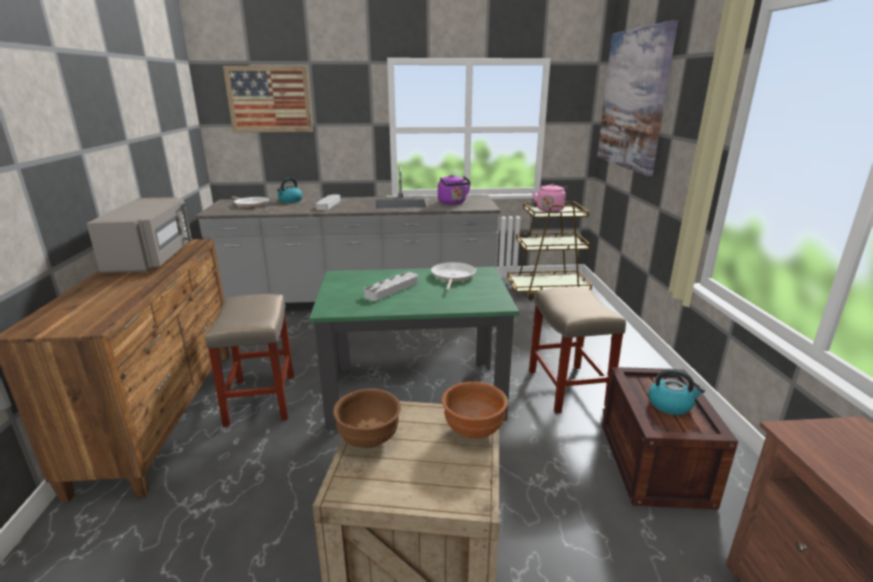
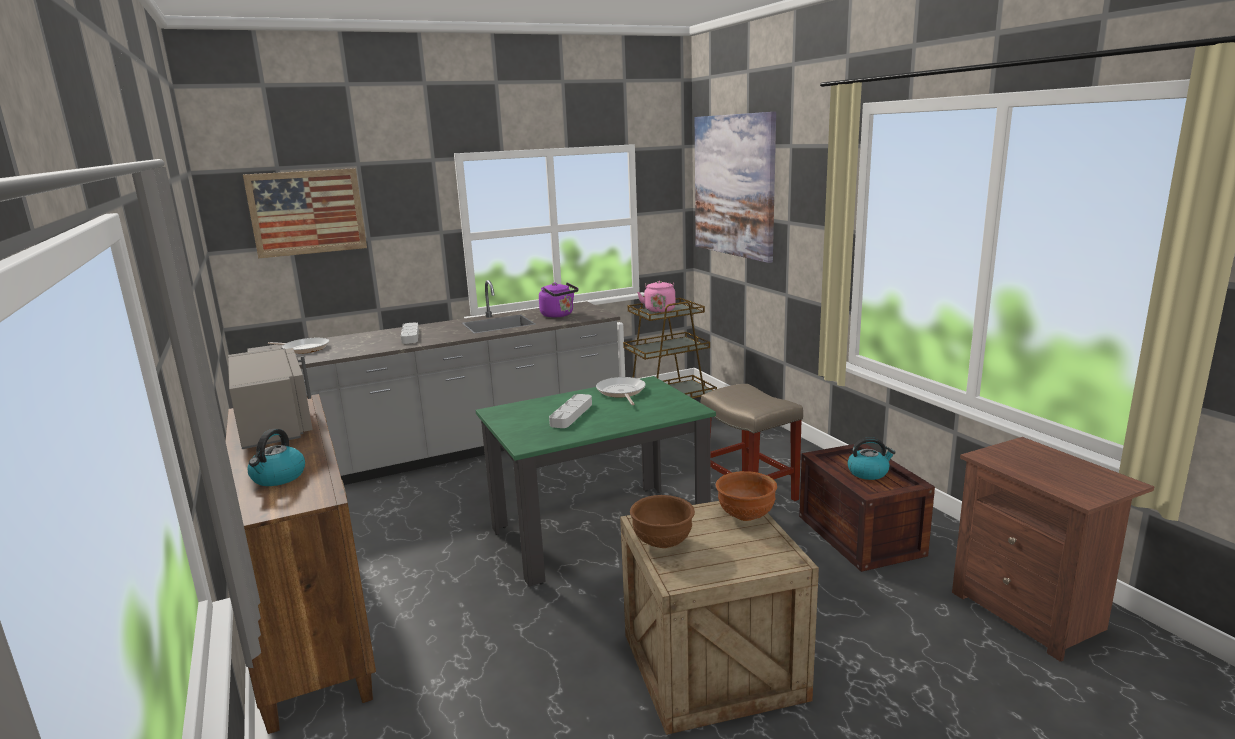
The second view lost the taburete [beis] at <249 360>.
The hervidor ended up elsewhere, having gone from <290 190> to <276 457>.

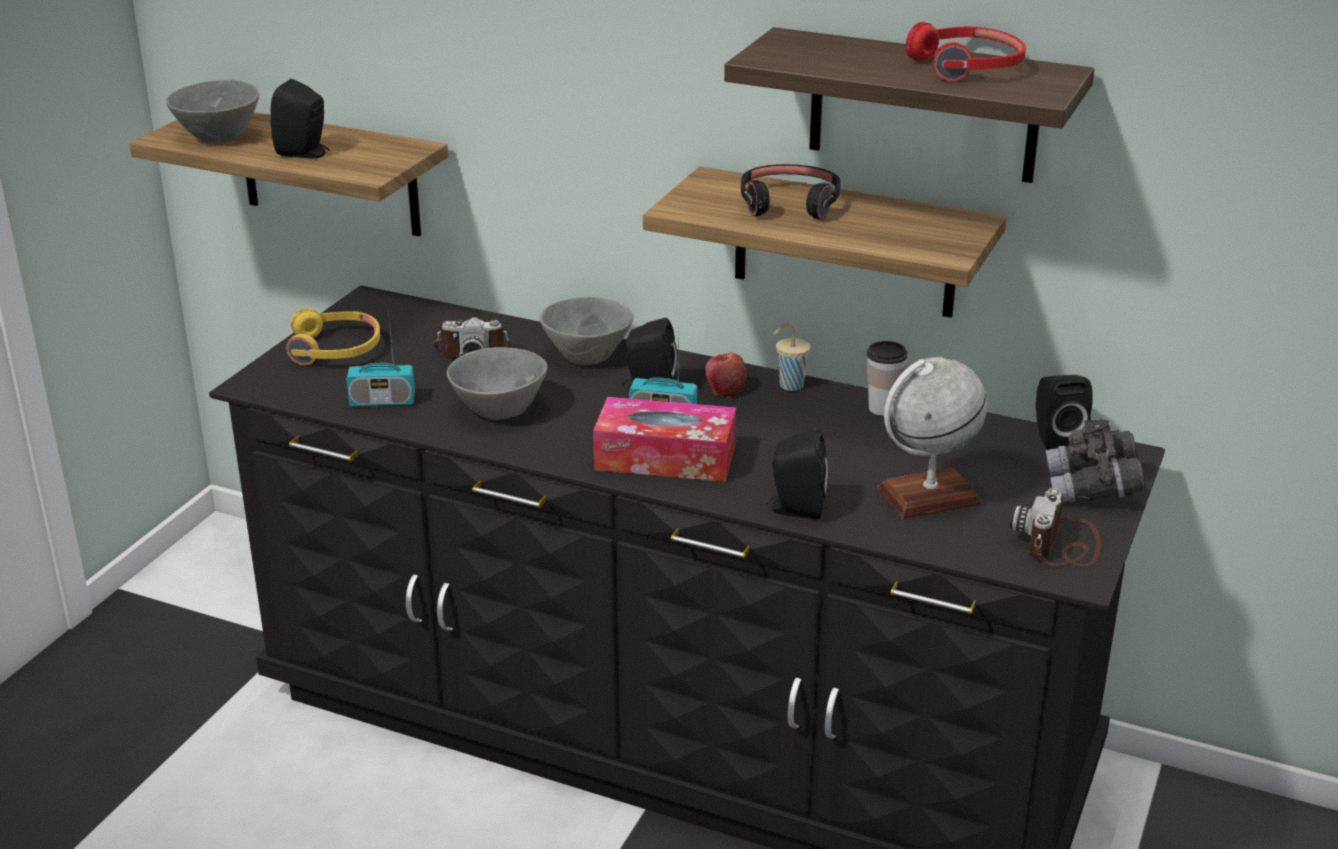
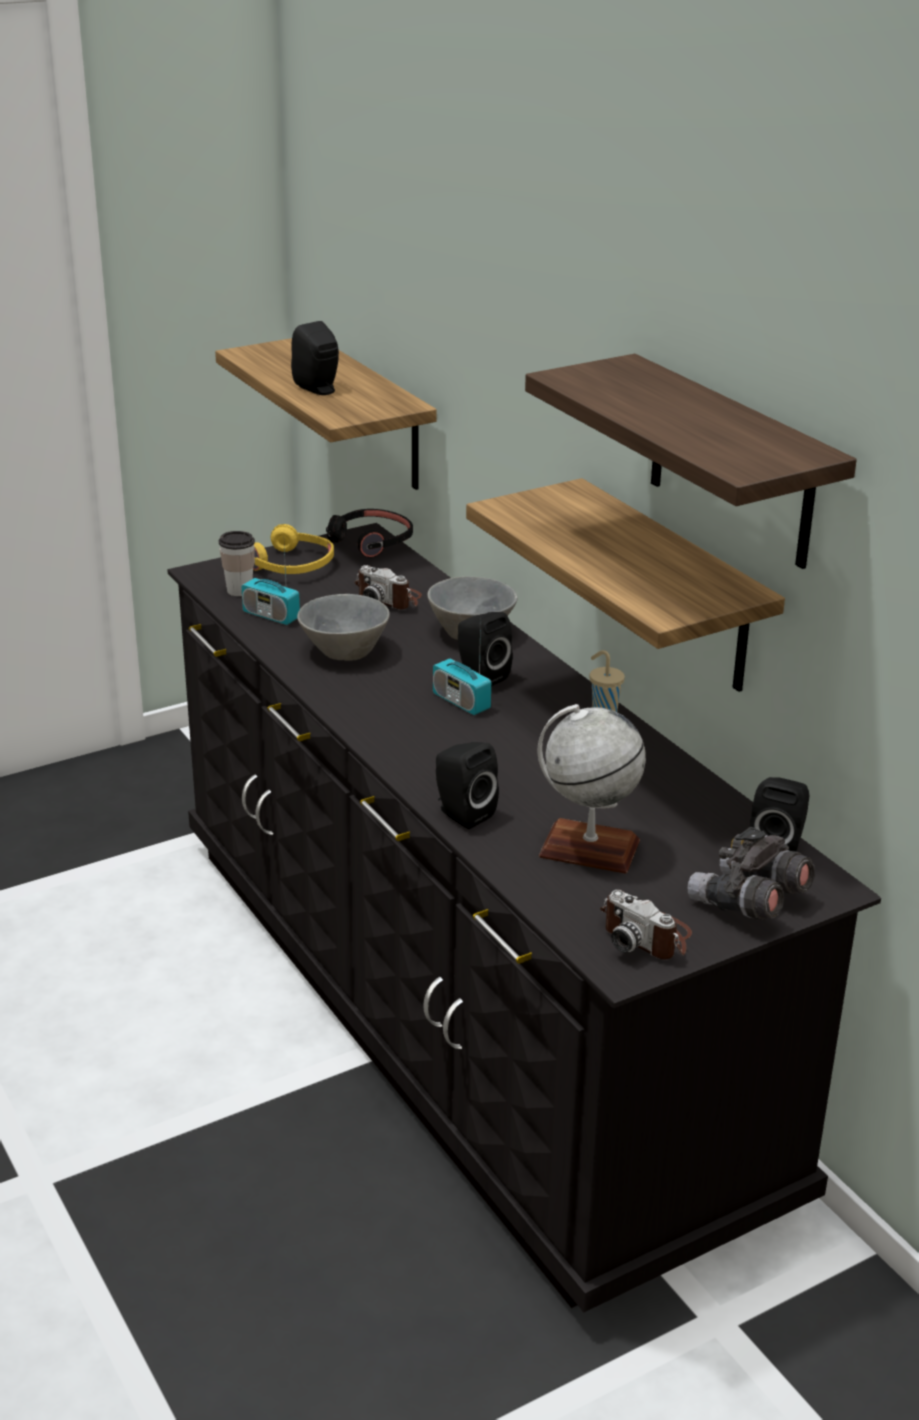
The second view lost the cuenco [gris] at <212 111>.
The second view lost the caja de pañuelos at <664 439>.
The second view lost the manzana at <726 375>.
The second view lost the auriculares [rojo] at <966 52>.
The auriculares [negro] ended up elsewhere, having gone from <790 191> to <369 533>.
The taza ended up elsewhere, having gone from <887 378> to <237 563>.
The cámara at <1055 527> ended up facing another way, 105 degrees counterclockwise from before.

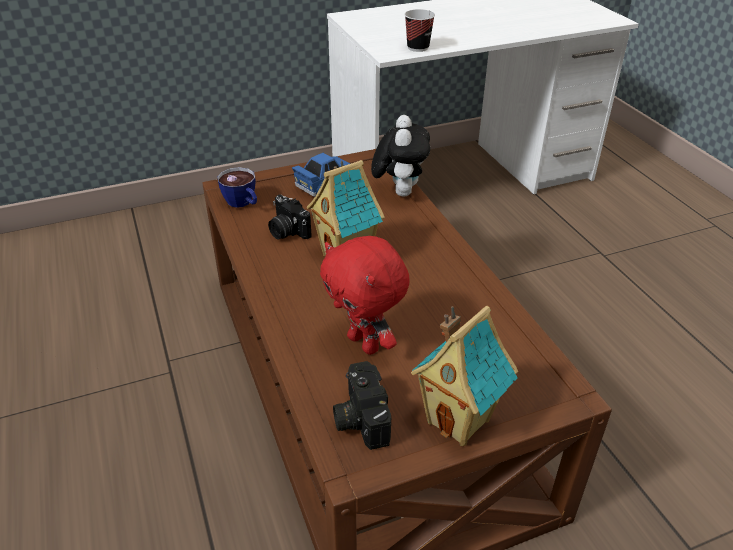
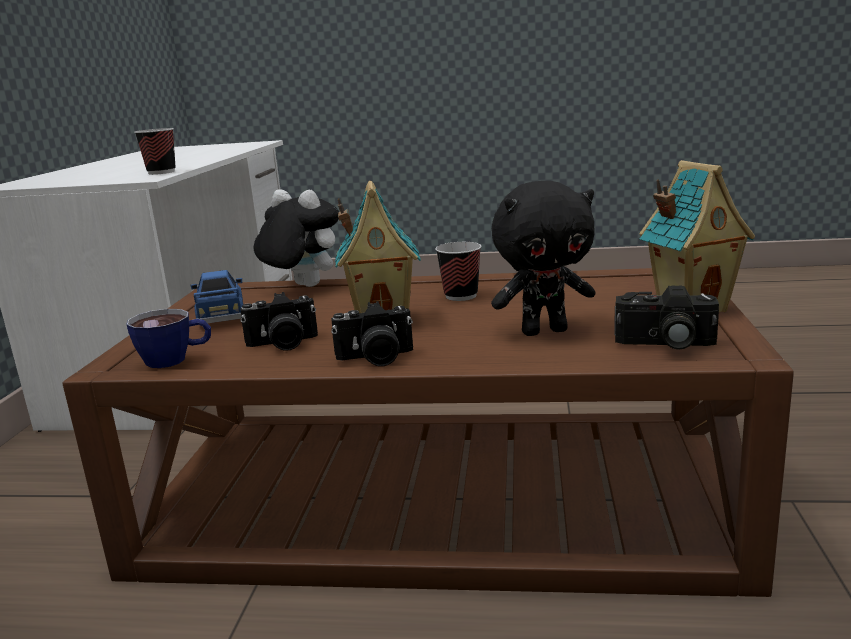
The second view gained the cámara at <372 333>.
The second view gained the taza at <458 271>.
What was the peluche [rojo] at <365 295> turned into the peluche [negro] at <543 258>.

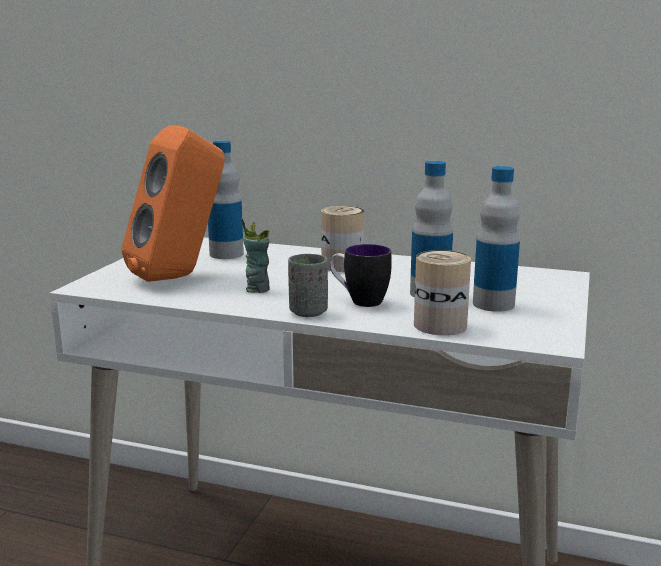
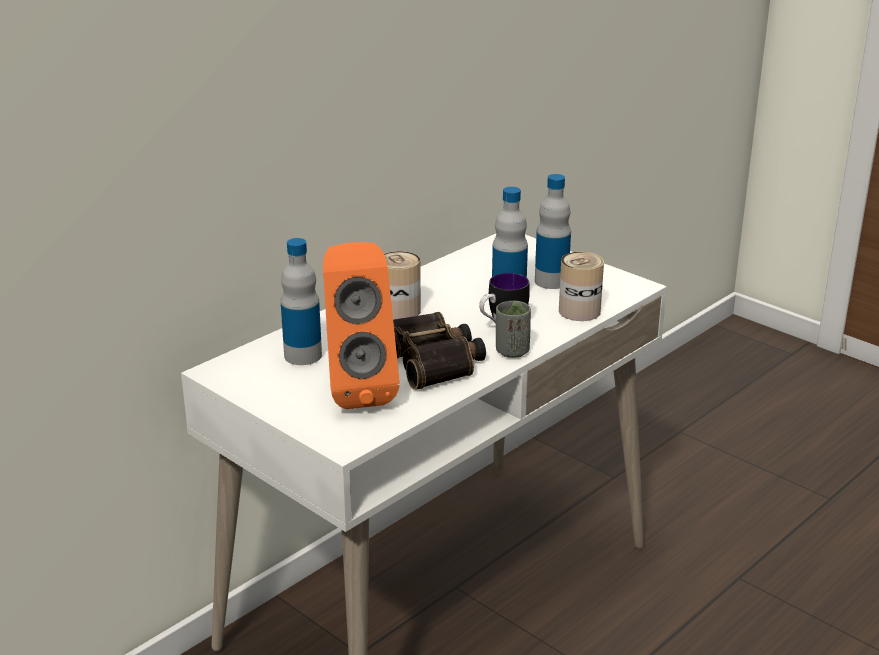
Where the taza stood at <255 255>, the prismáticos came to stand at <439 351>.

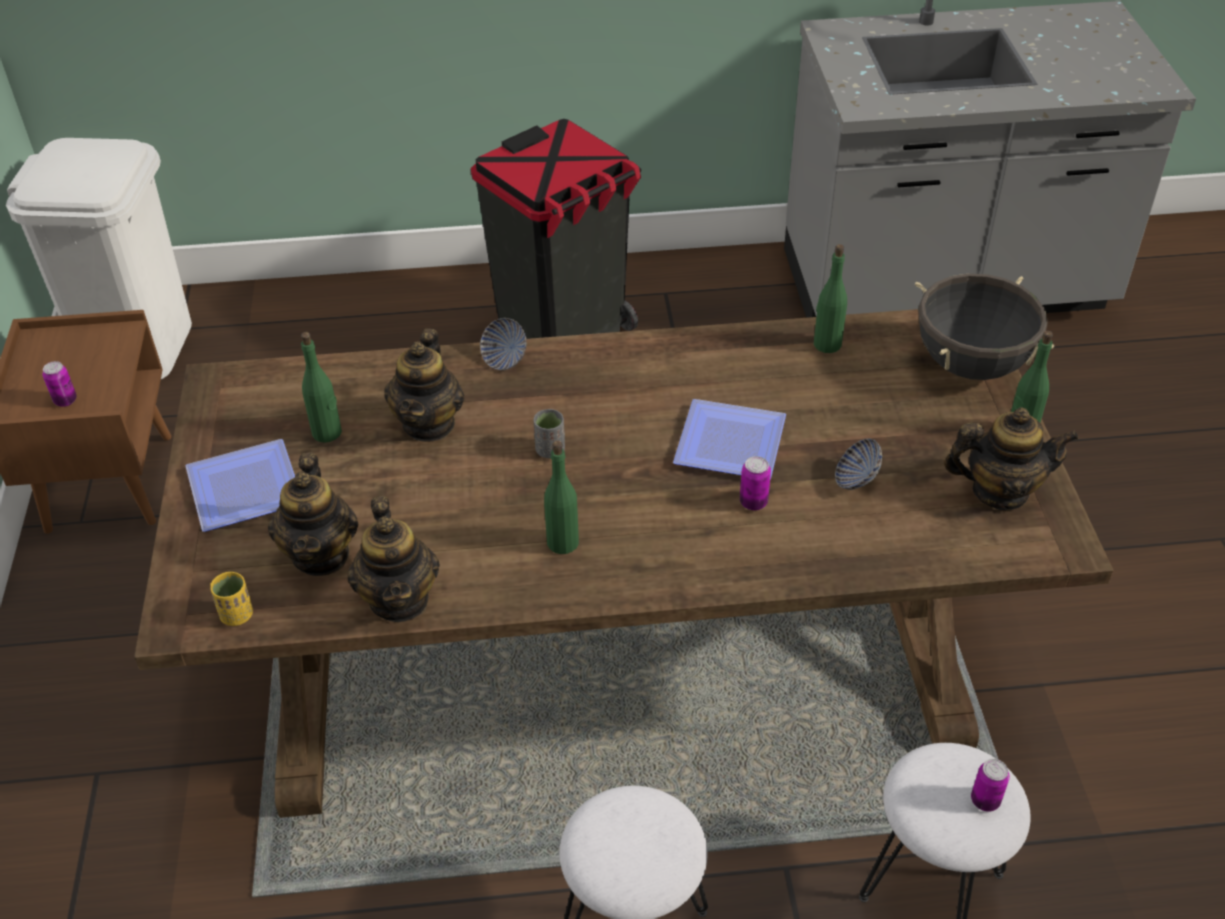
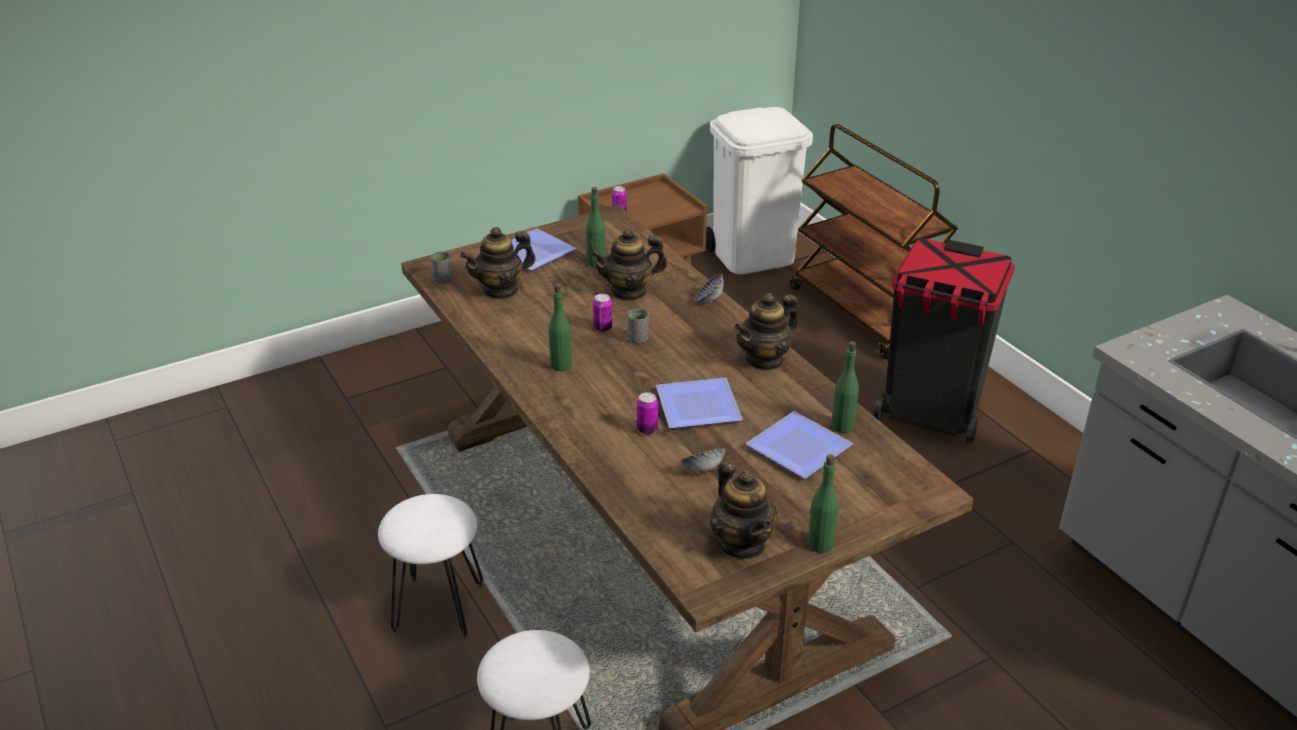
The second view lost the olla [negro] at <984 327>.
The second view gained the plato at <799 445>.
The second view gained the carrito [marrón] at <874 241>.
The tetera ended up elsewhere, having gone from <393 559> to <766 332>.
The lata ended up elsewhere, having gone from <990 785> to <602 313>.
What was the taza [amarillo] at <231 599> turned into the taza [gris] at <442 267>.

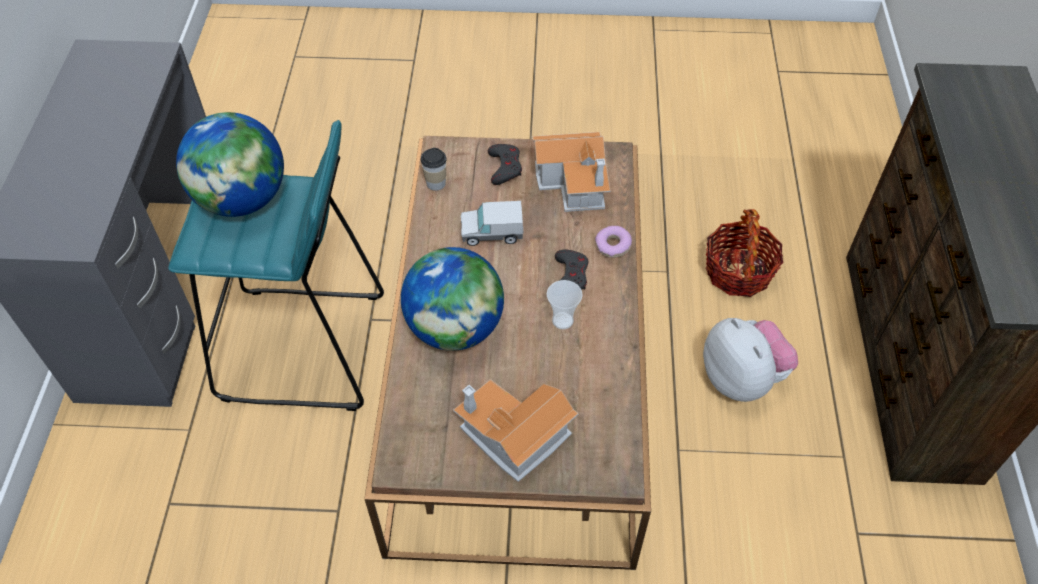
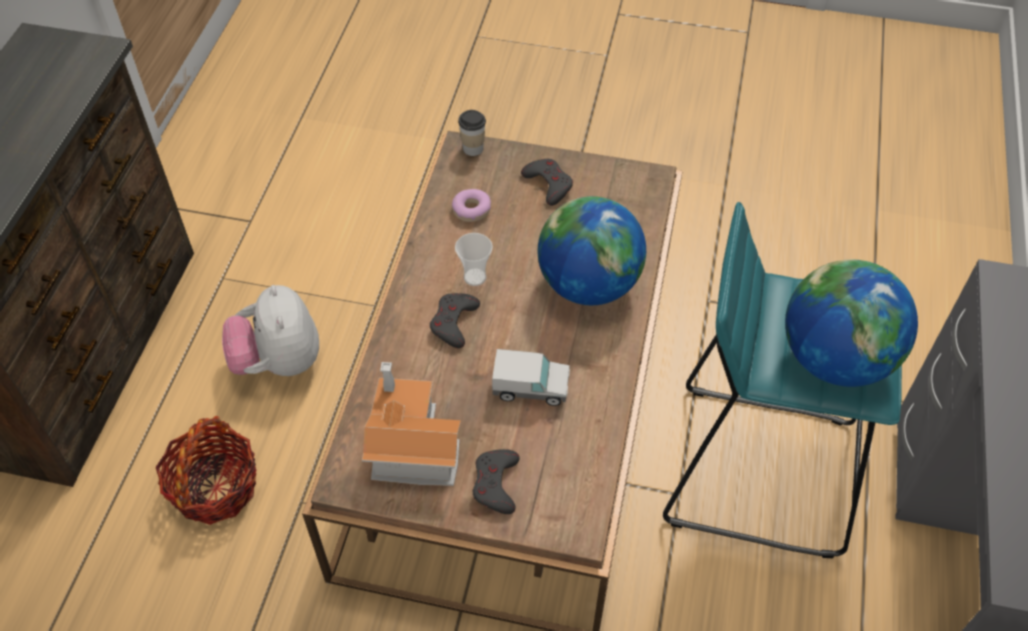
The taza ended up elsewhere, having gone from <433 169> to <472 133>.
The rosquilla ended up elsewhere, having gone from <613 242> to <471 205>.
Where the casita stood at <515 430>, the mando de consola [gris] came to stand at <547 182>.

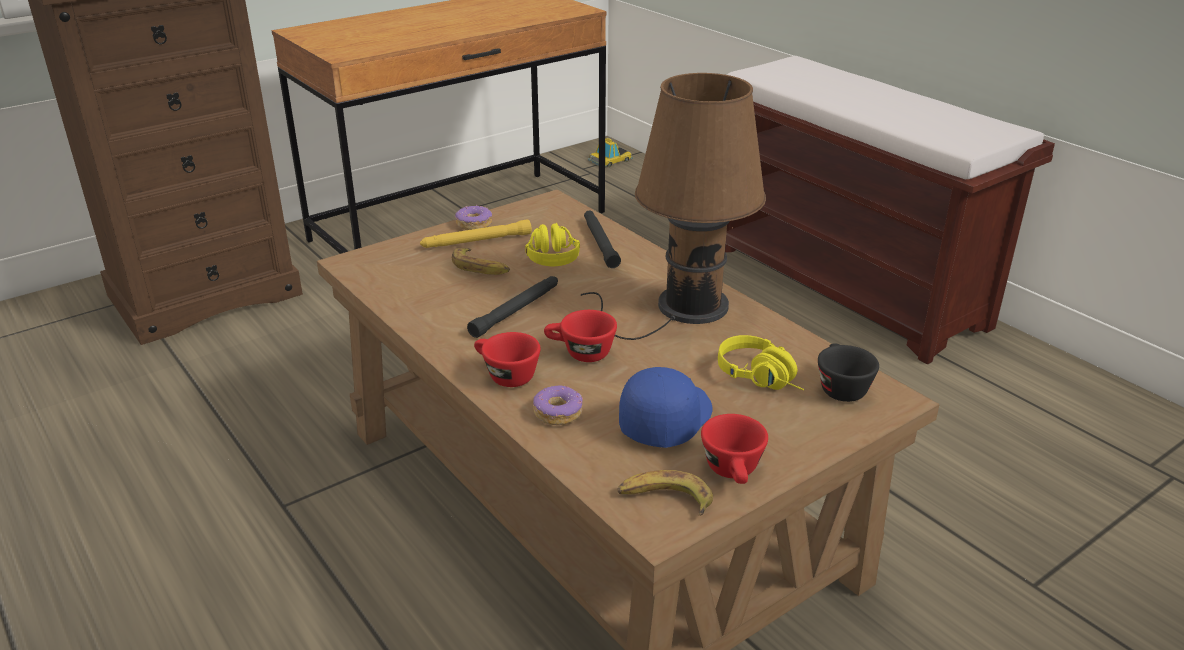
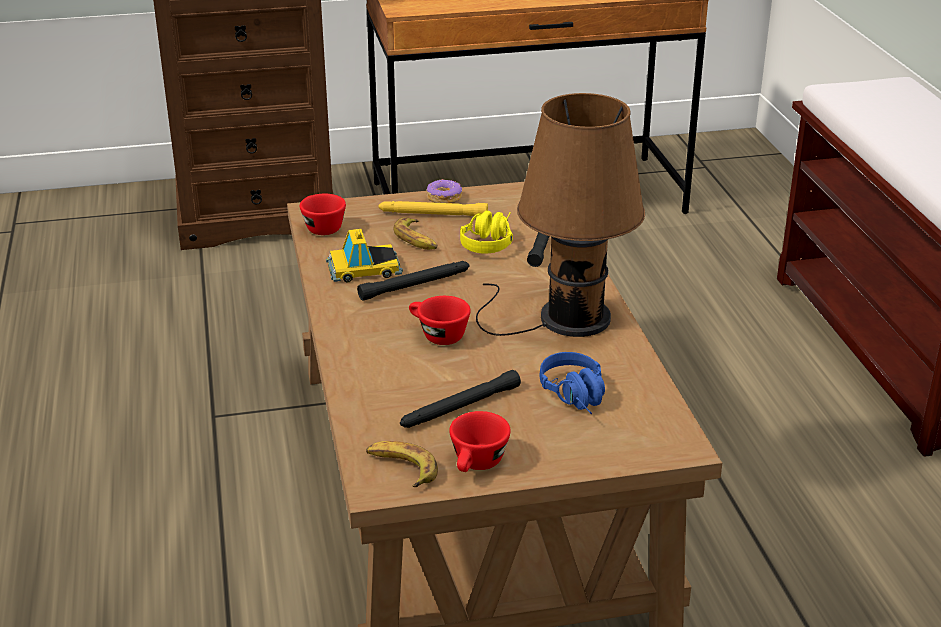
The second view lost the rosquilla at <558 405>.
The second view lost the taza [negro] at <848 373>.
The taza [rojo] ended up elsewhere, having gone from <507 359> to <323 214>.
The coche de juguete ended up elsewhere, having gone from <610 152> to <364 255>.
Where the gorra [azul] stood at <666 407>, the linterna [negro] came to stand at <460 399>.
What was the auriculares [amarillo] at <761 362> turned into the auriculares [azul] at <572 383>.

